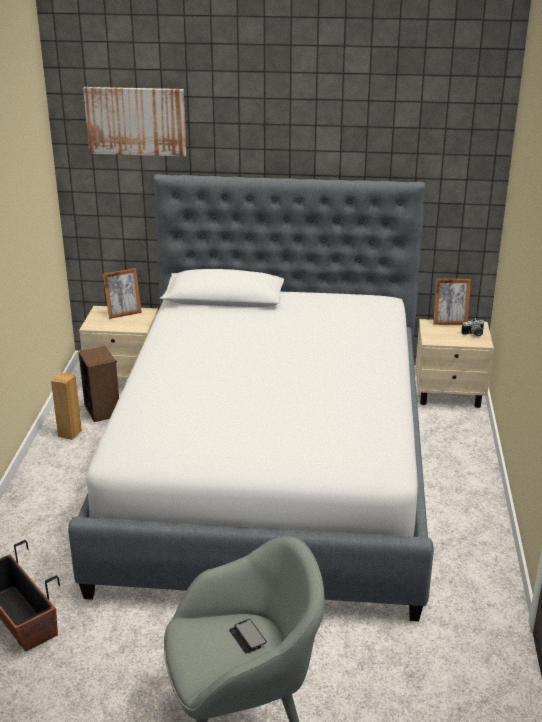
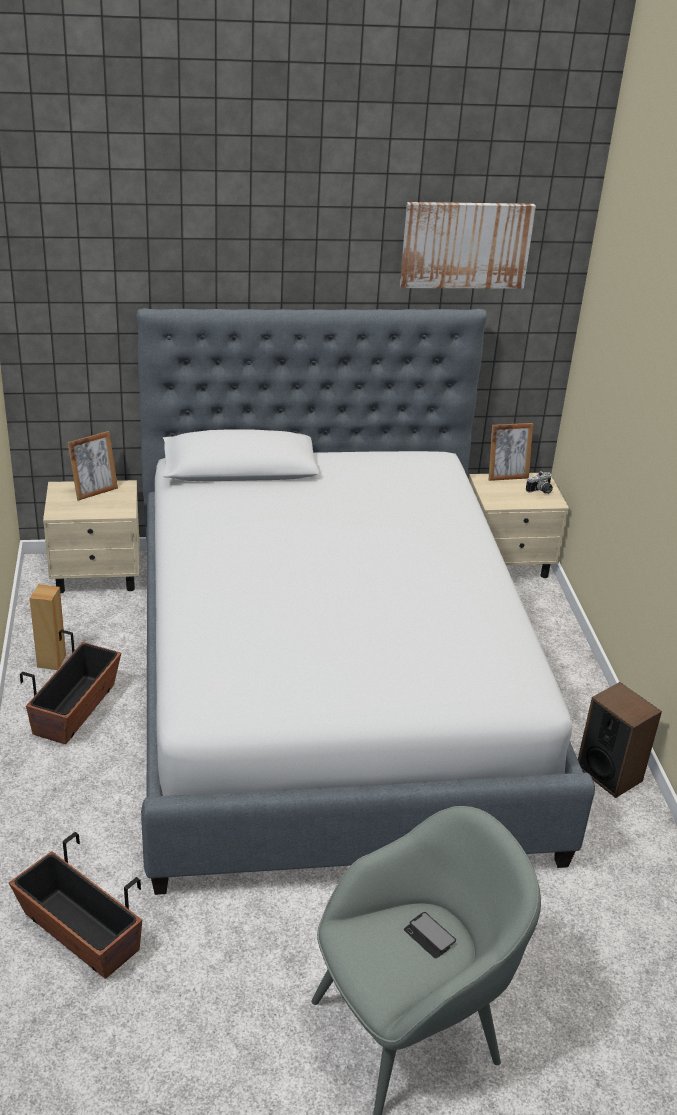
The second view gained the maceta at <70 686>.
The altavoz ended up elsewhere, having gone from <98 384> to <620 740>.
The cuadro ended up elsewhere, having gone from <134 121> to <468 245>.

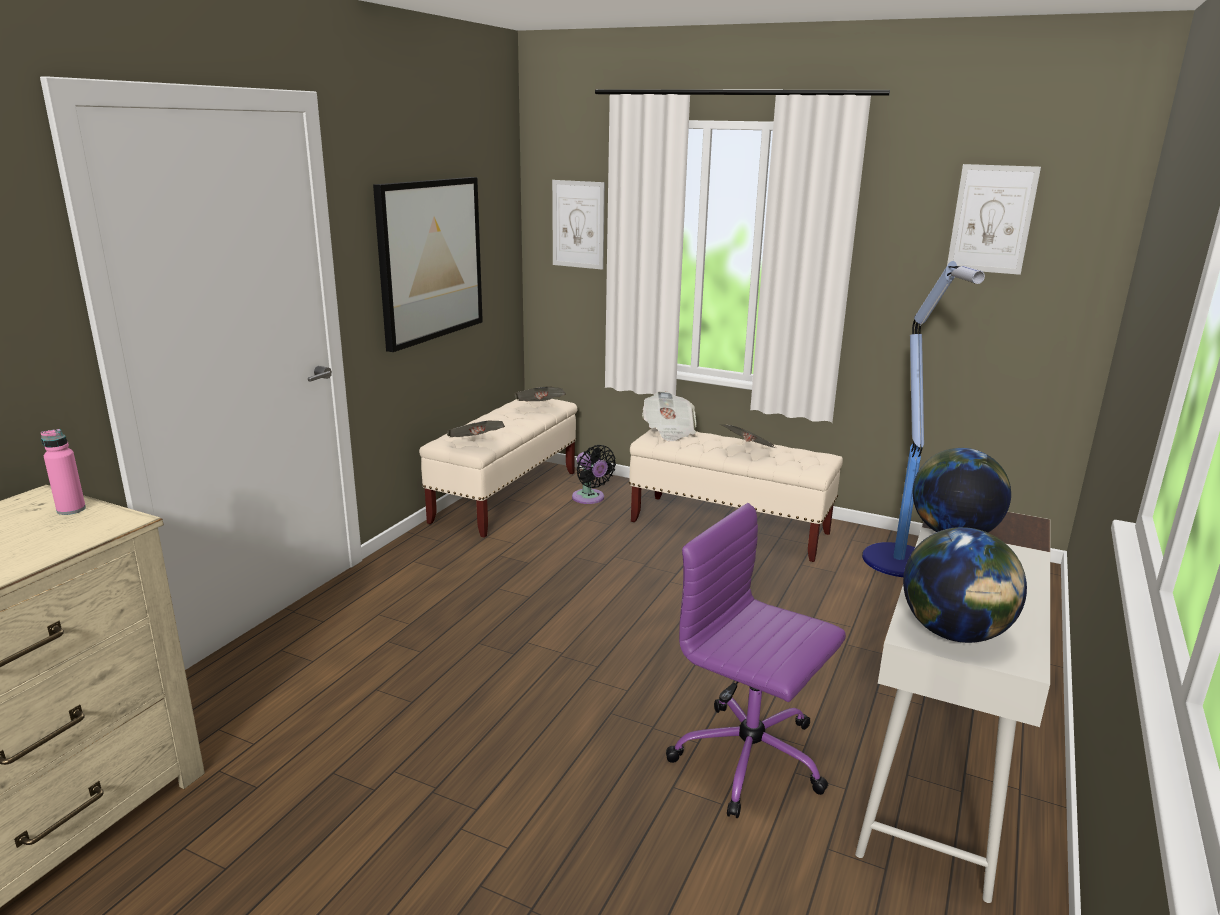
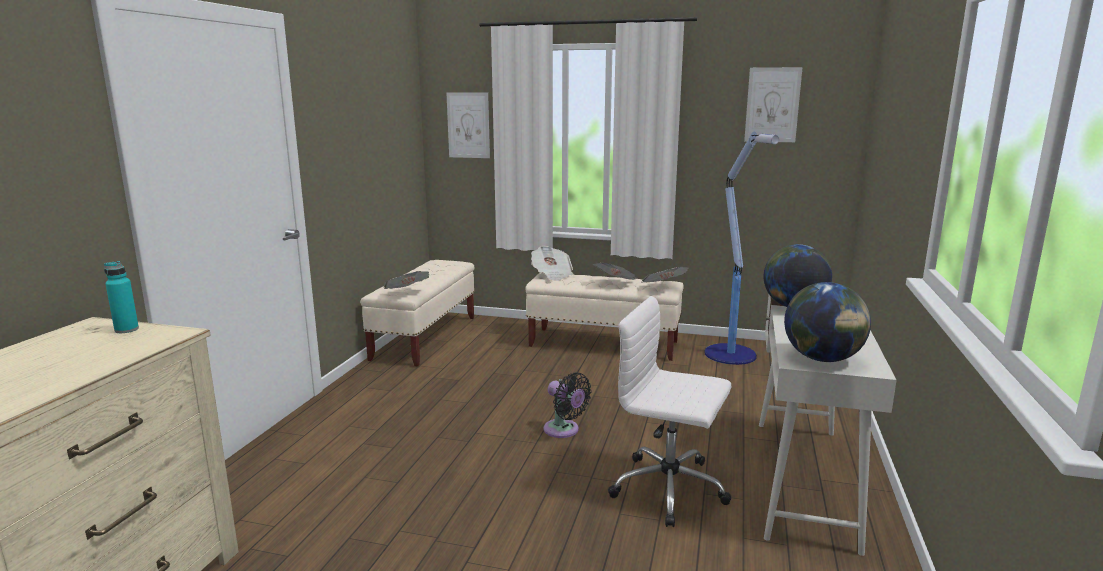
The second view lost the cuadro at <428 264>.
The periódico ended up elsewhere, having gone from <540 393> to <665 275>.
The ventilador [negro] ended up elsewhere, having gone from <594 474> to <568 405>.
What was the botella [rosa] at <63 472> turned into the botella [turquesa] at <121 297>.
What was the silla de oficina [morado] at <756 660> turned into the silla de oficina [blanco] at <670 411>.

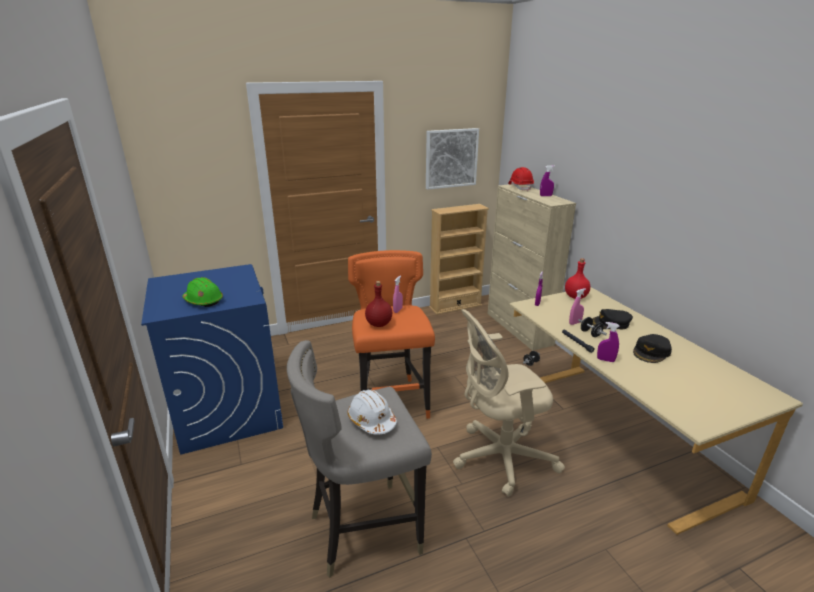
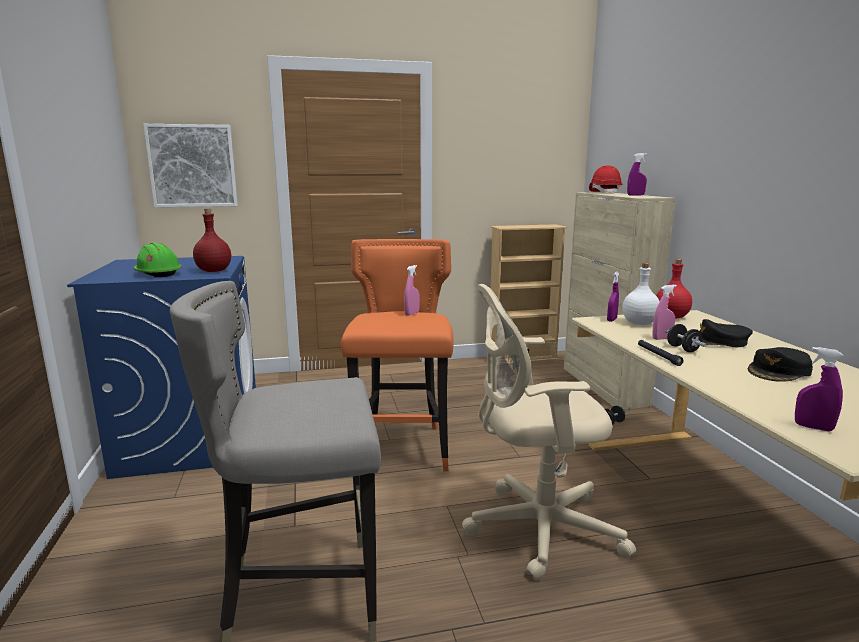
The second view lost the casco [blanco] at <372 412>.
The second view gained the botella [blanco] at <641 294>.
The botella [rojo] ended up elsewhere, having gone from <378 304> to <212 240>.
The cuadro ended up elsewhere, having gone from <452 159> to <190 165>.
The pulverizador [morado] ended up elsewhere, having gone from <608 342> to <819 389>.

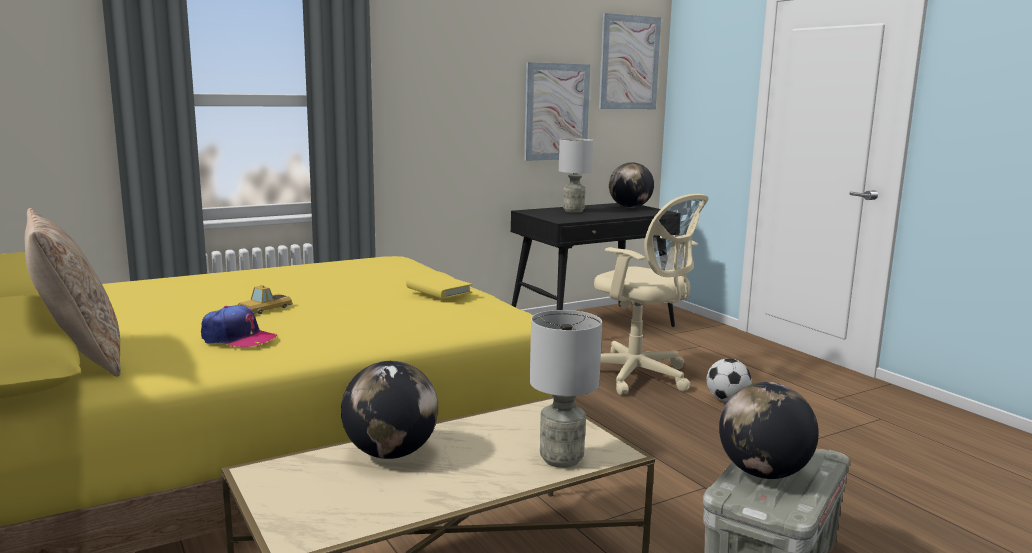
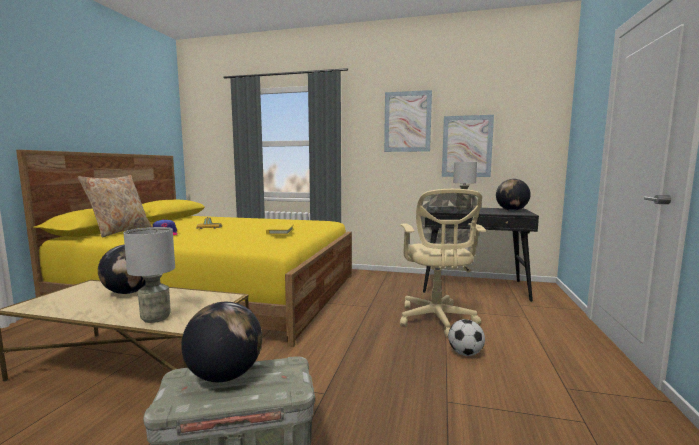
The cuadro ended up elsewhere, having gone from <630 61> to <408 121>.

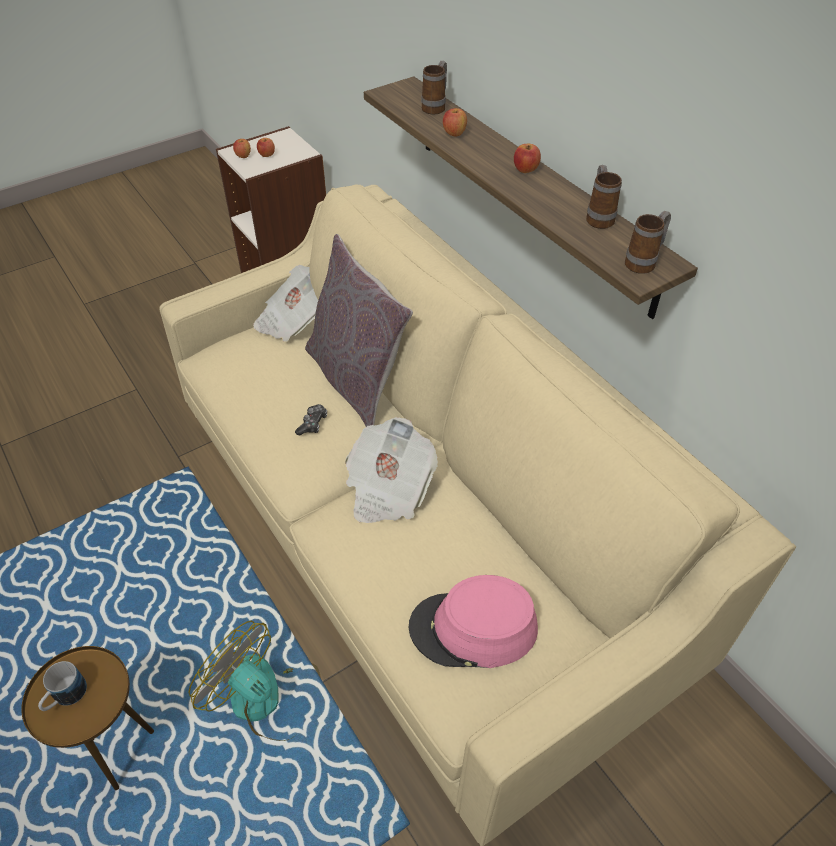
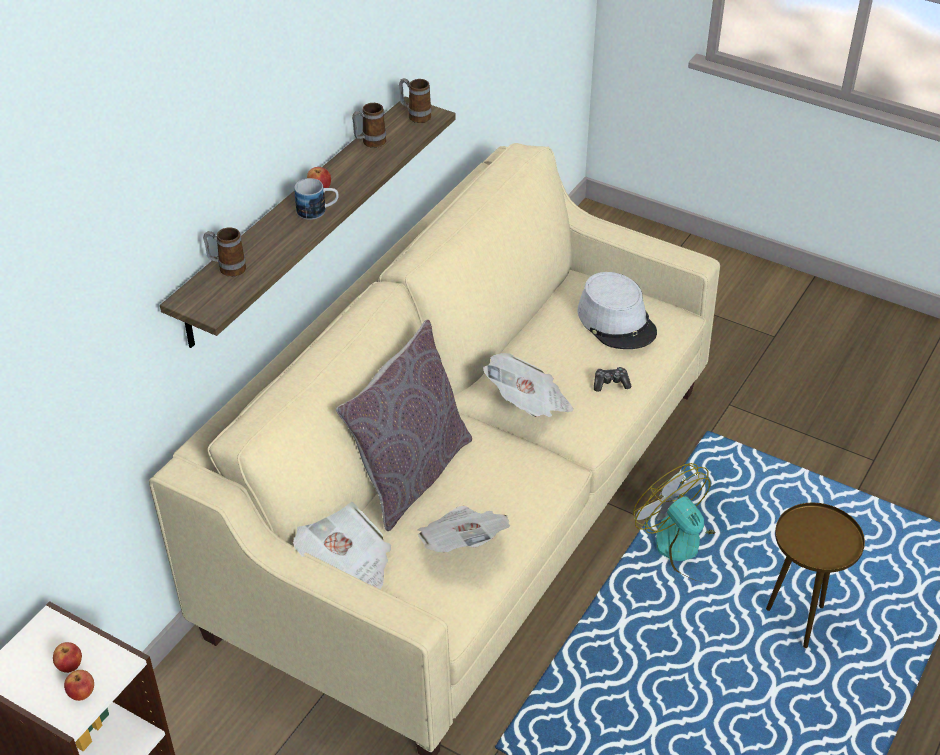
The second view lost the manzana at <455 122>.
The second view gained the periódico at <463 529>.
The taza grande ended up elsewhere, having gone from <62 686> to <316 199>.
The mando de consola ended up elsewhere, having gone from <311 420> to <612 379>.
What was the sombrero [rosa] at <473 621> turned into the sombrero [gris] at <617 310>.
The ventilador at <254 681> ended up facing another way, 135 degrees clockwise from before.

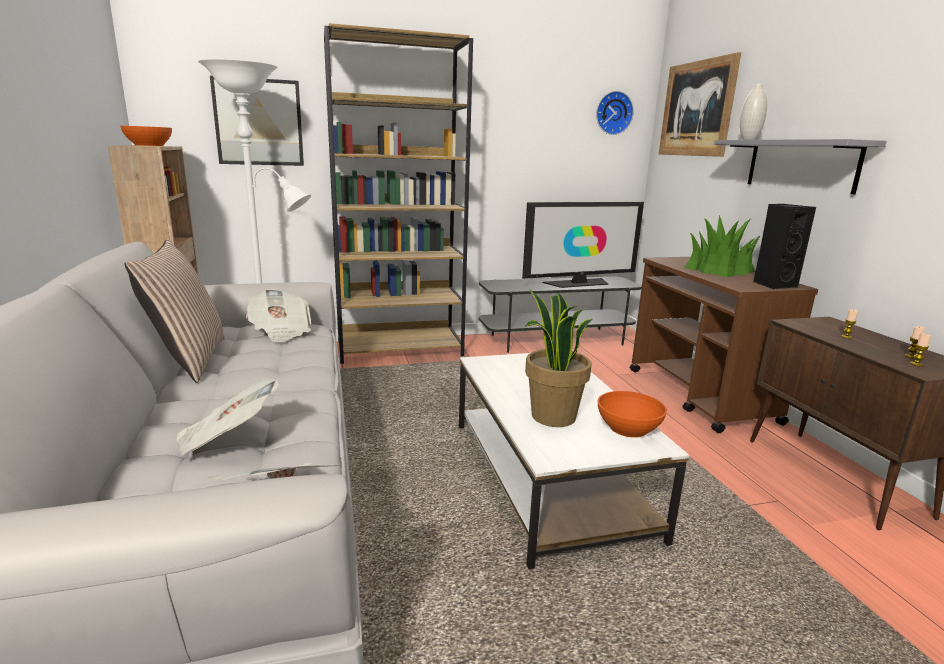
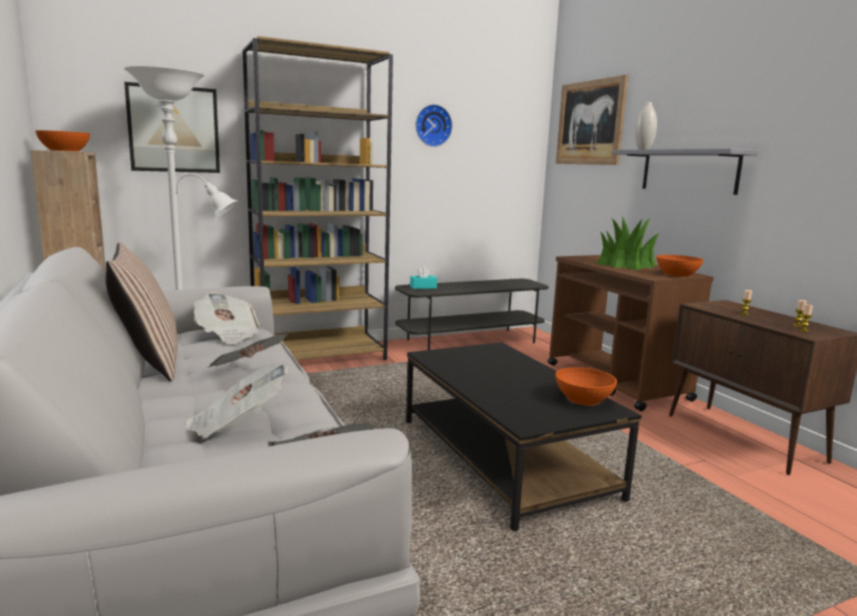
The second view lost the televisor at <583 245>.
The second view lost the planta en maceta at <559 358>.
The second view gained the periódico at <247 351>.
The second view gained the caja de pañuelos [turquesa] at <423 278>.
The reloj de pared ended up elsewhere, having gone from <615 113> to <433 125>.
Where the altavoz [negro] stood at <784 246>, the cuenco [naranja] came to stand at <679 266>.
What was the mesa de centro [blanco] at <574 461> turned into the mesa de centro [negro] at <523 436>.

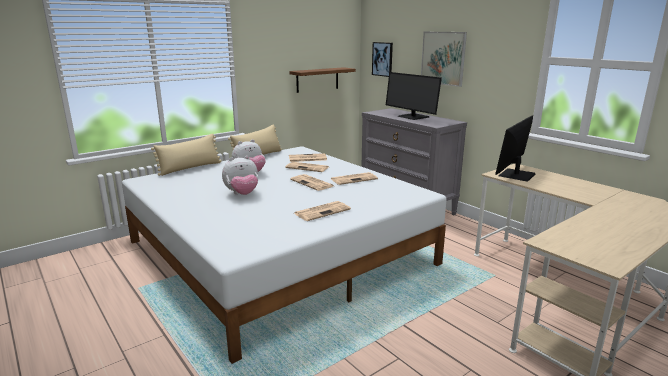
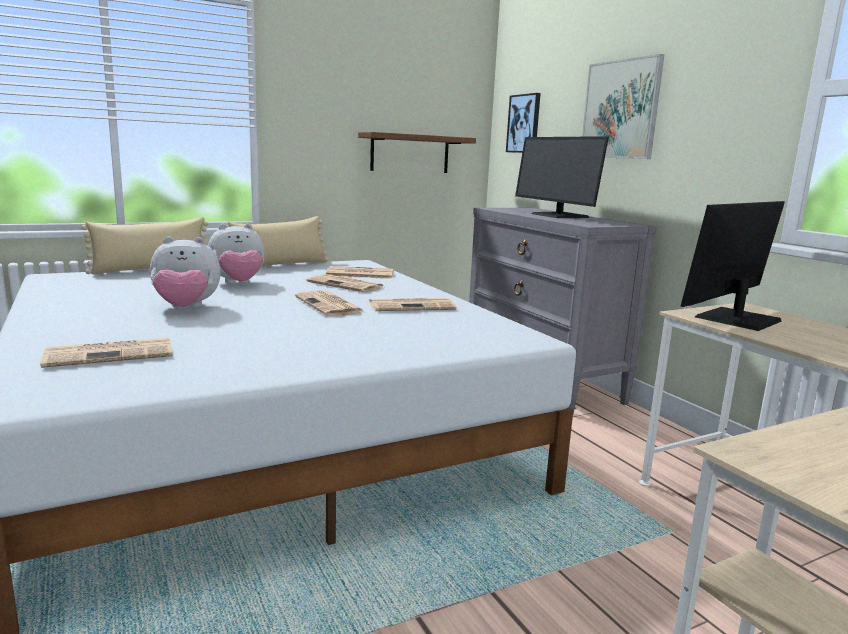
The periódico ended up elsewhere, having gone from <322 211> to <106 353>.

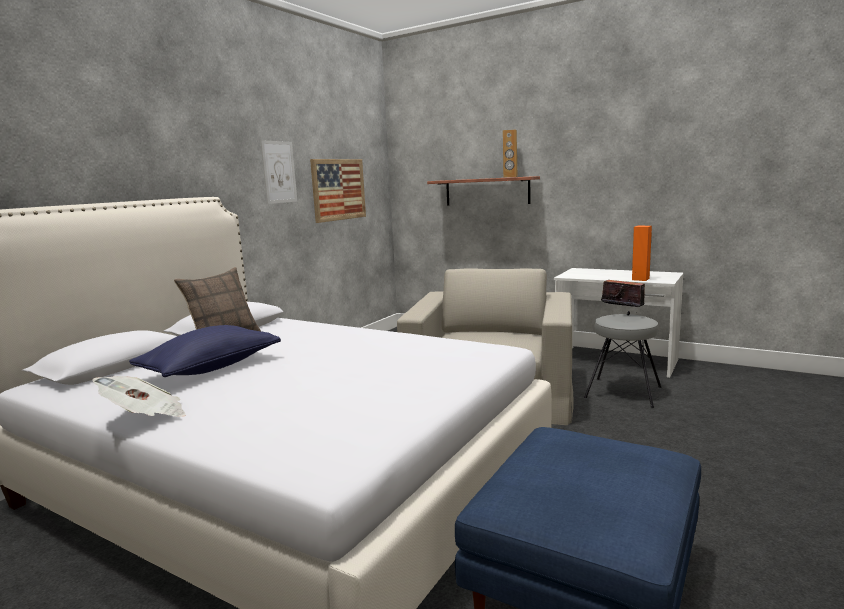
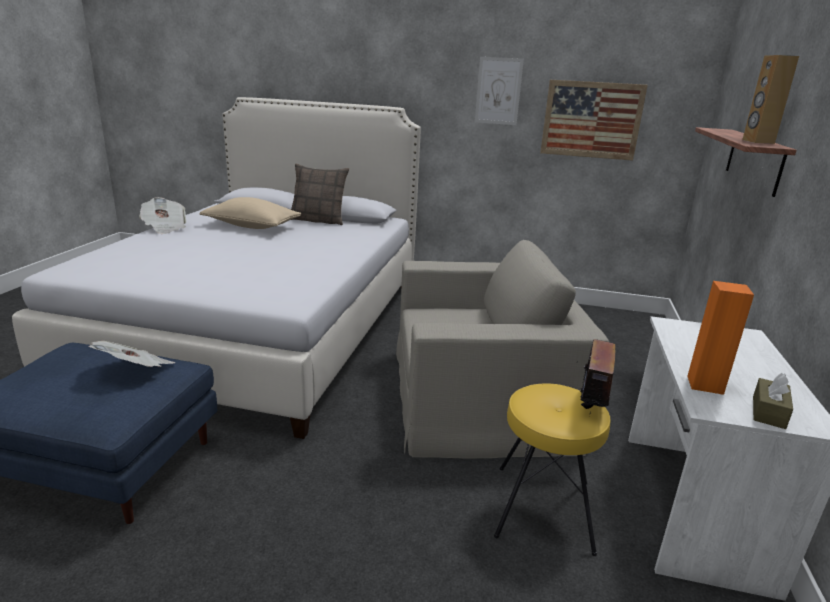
The second view gained the periódico at <131 354>.
The second view gained the caja de pañuelos [marrón] at <773 401>.
What was the cojín [azul] at <205 351> turned into the cojín [beis] at <250 213>.
What was the taburete [gris] at <623 361> turned into the taburete [amarillo] at <552 470>.

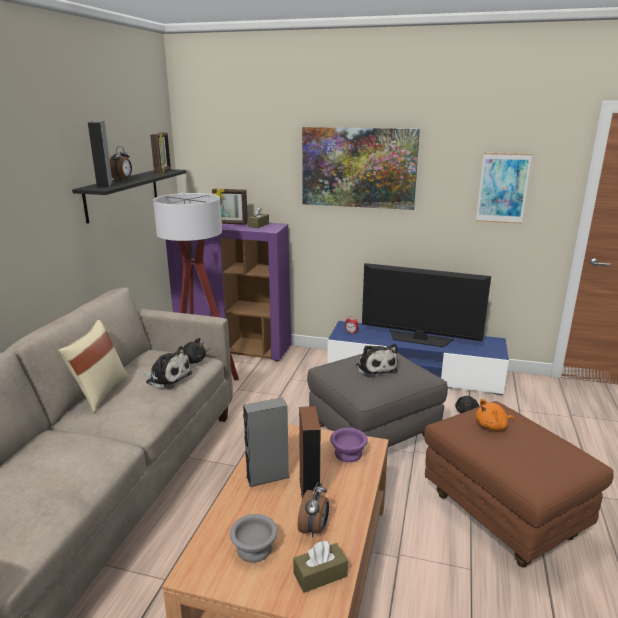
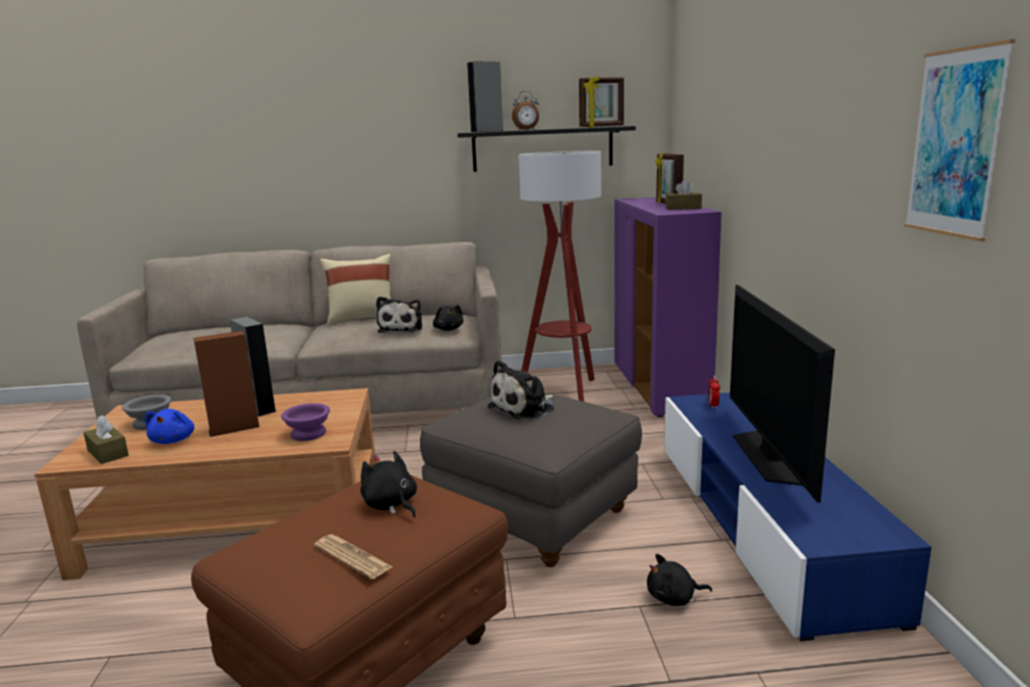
The second view lost the cuadro at <361 168>.
The second view gained the periódico at <353 556>.
Where the despertador stood at <313 510>, the peluche [azul] came to stand at <169 426>.
What was the peluche [naranja] at <495 415> turned into the peluche [negro] at <389 484>.

